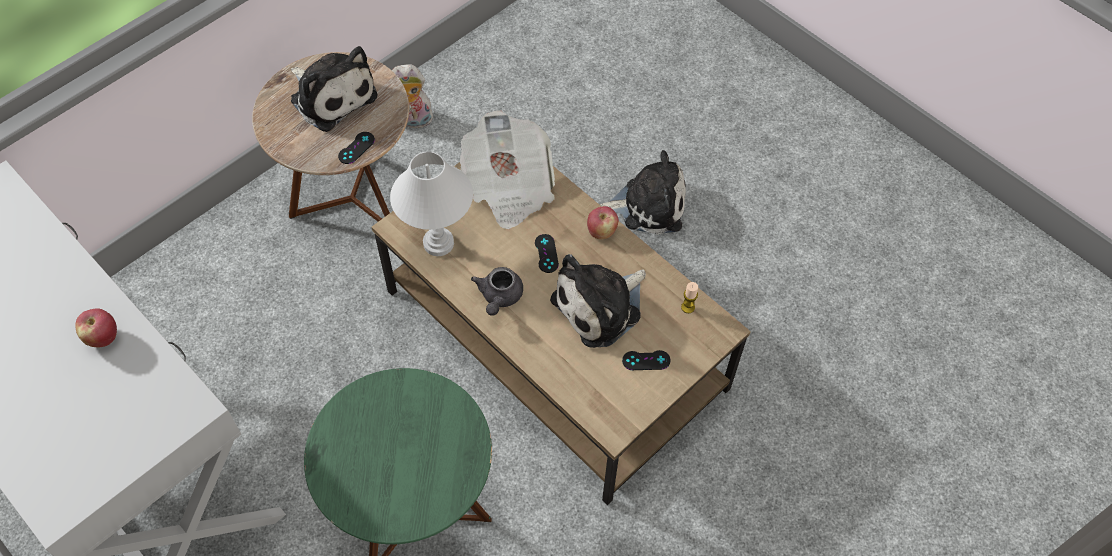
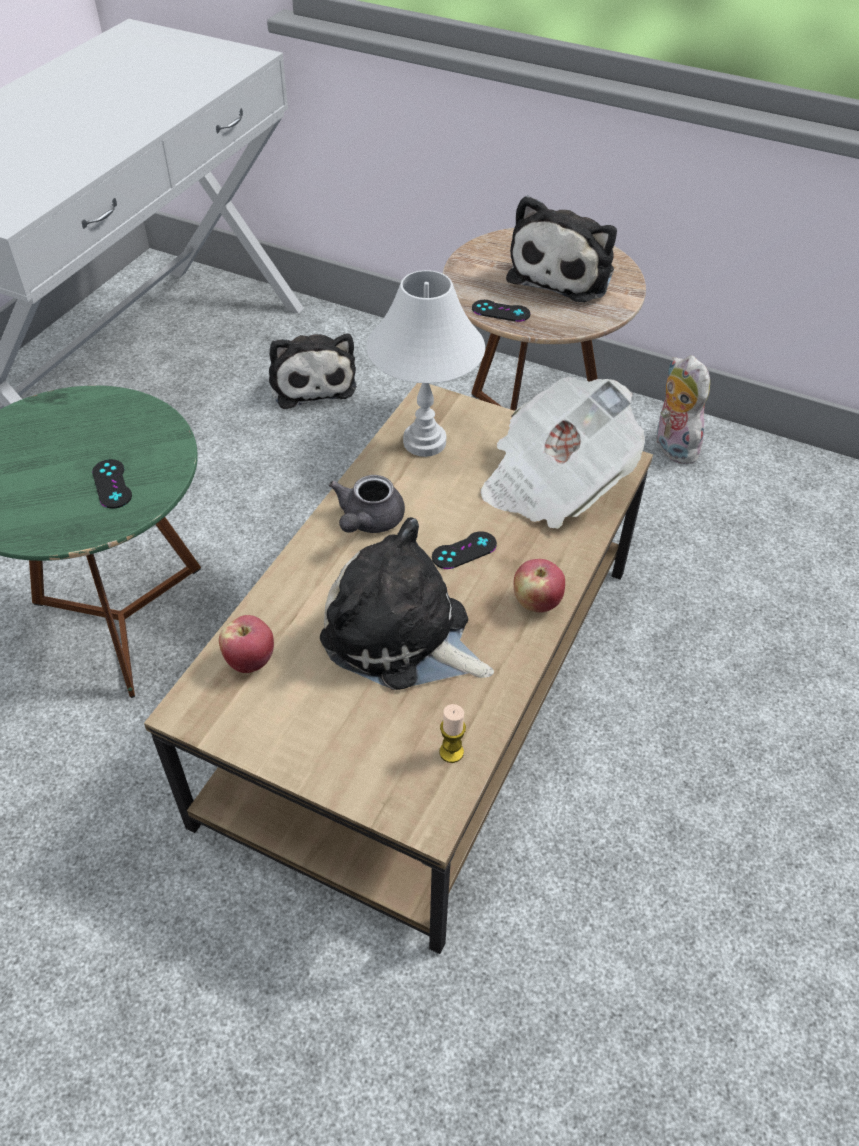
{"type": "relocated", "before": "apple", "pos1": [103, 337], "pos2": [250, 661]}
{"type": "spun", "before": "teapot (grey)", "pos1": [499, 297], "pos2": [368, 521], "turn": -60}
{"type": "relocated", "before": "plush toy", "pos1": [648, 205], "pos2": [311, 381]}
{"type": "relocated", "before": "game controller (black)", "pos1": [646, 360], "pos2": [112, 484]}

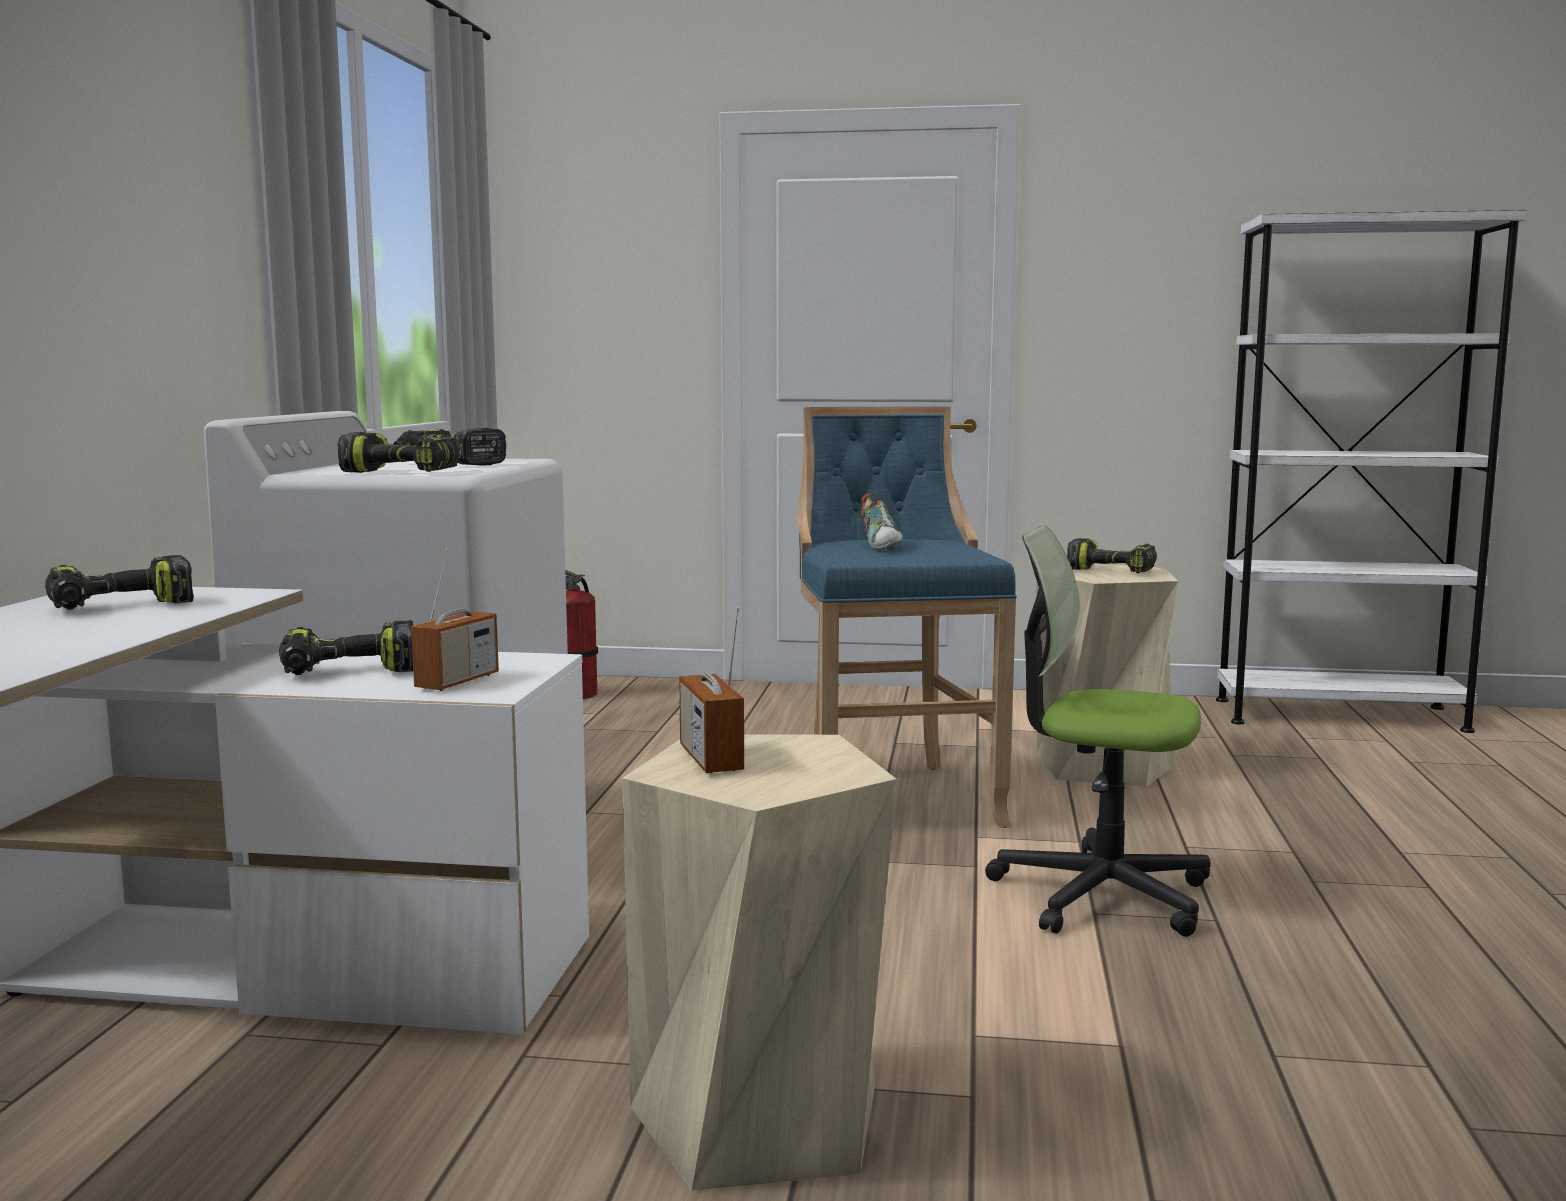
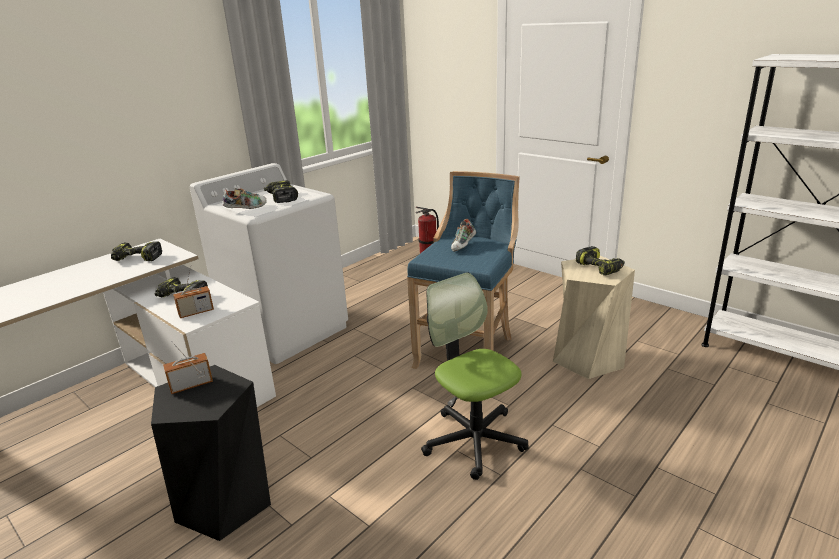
{"type": "exchanged", "before": "power drill", "after": "shoe", "pos1": [405, 472], "pos2": [246, 208]}
{"type": "colour", "before": "stool (beige)", "after": "stool (black)", "pos1": [760, 1118], "pos2": [225, 502]}
{"type": "spun", "before": "radio", "pos1": [711, 759], "pos2": [191, 385], "turn": 45}

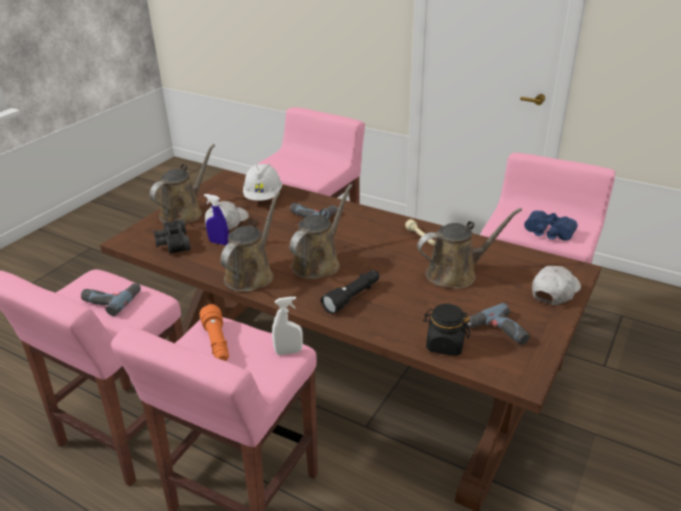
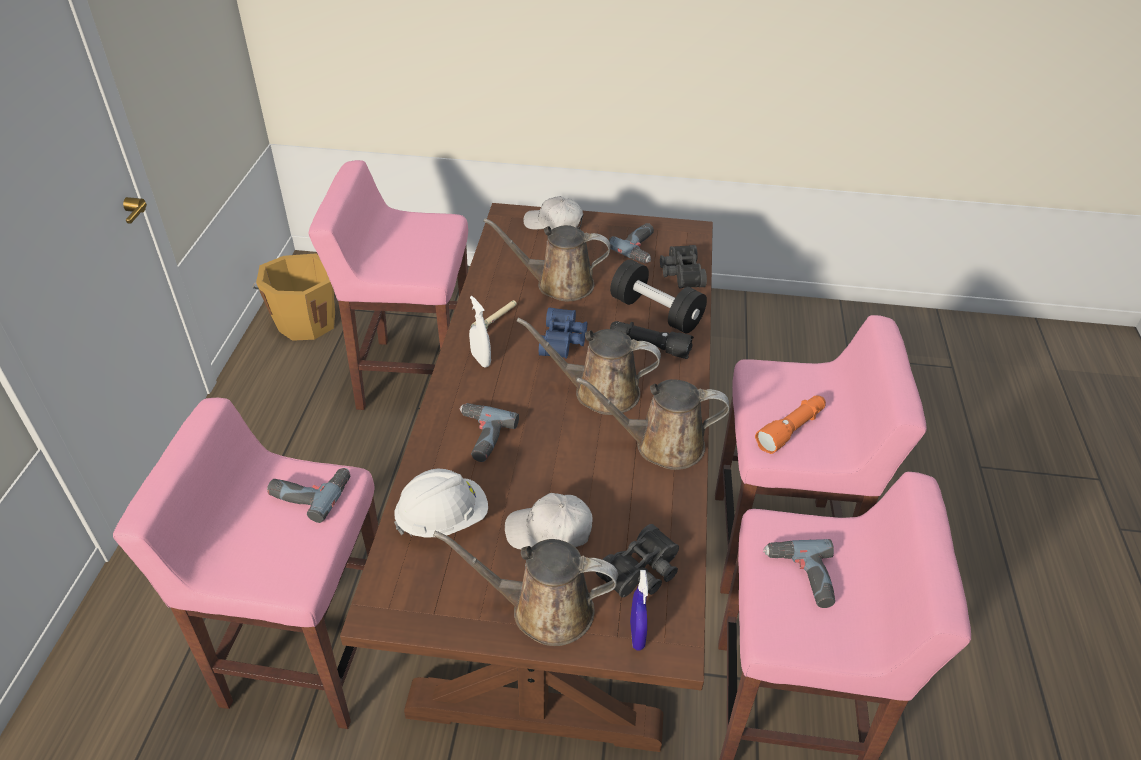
{"type": "relocated", "before": "spray bottle (blue)", "pos1": [219, 242], "pos2": [637, 635]}
{"type": "relocated", "before": "spray bottle (white)", "pos1": [288, 352], "pos2": [481, 360]}
{"type": "spun", "before": "watering can (brown)", "pos1": [456, 273], "pos2": [559, 284], "turn": -45}
{"type": "exchanged", "before": "jar (black)", "after": "binoculars (black)", "pos1": [444, 344], "pos2": [680, 274]}
{"type": "relocated", "before": "binoculars (blue)", "pos1": [548, 233], "pos2": [564, 340]}
{"type": "appeared", "after": "bucket (orange)", "pos2": [307, 321]}
{"type": "appeared", "after": "power drill", "pos2": [310, 492]}
{"type": "appeared", "after": "dumbbell (black)", "pos2": [656, 312]}

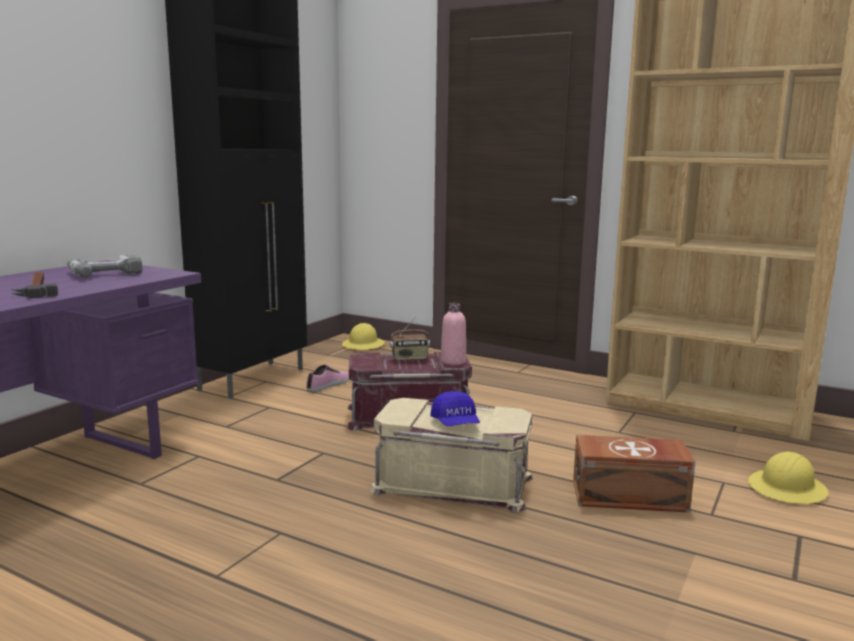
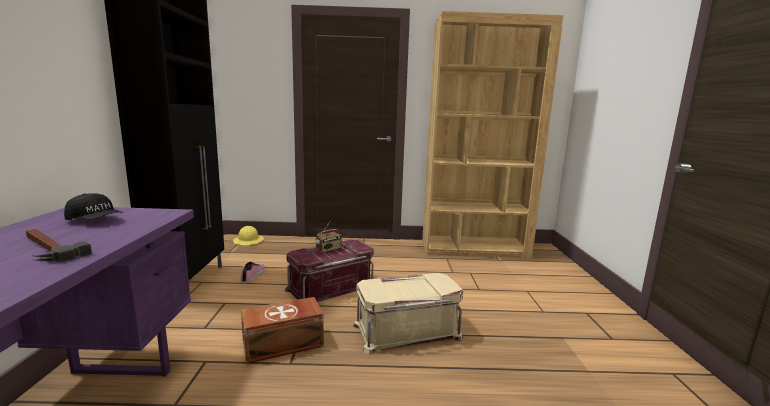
{"type": "exchanged", "before": "power drill", "after": "cap (black)", "pos1": [103, 273], "pos2": [95, 220]}
{"type": "missing", "before": "cap (blue)", "pos1": [455, 424]}
{"type": "missing", "before": "bottle (pink)", "pos1": [453, 361]}
{"type": "relocated", "before": "storage box (brown)", "pos1": [631, 497], "pos2": [284, 344]}
{"type": "missing", "before": "hard hat (yellow)", "pos1": [787, 489]}

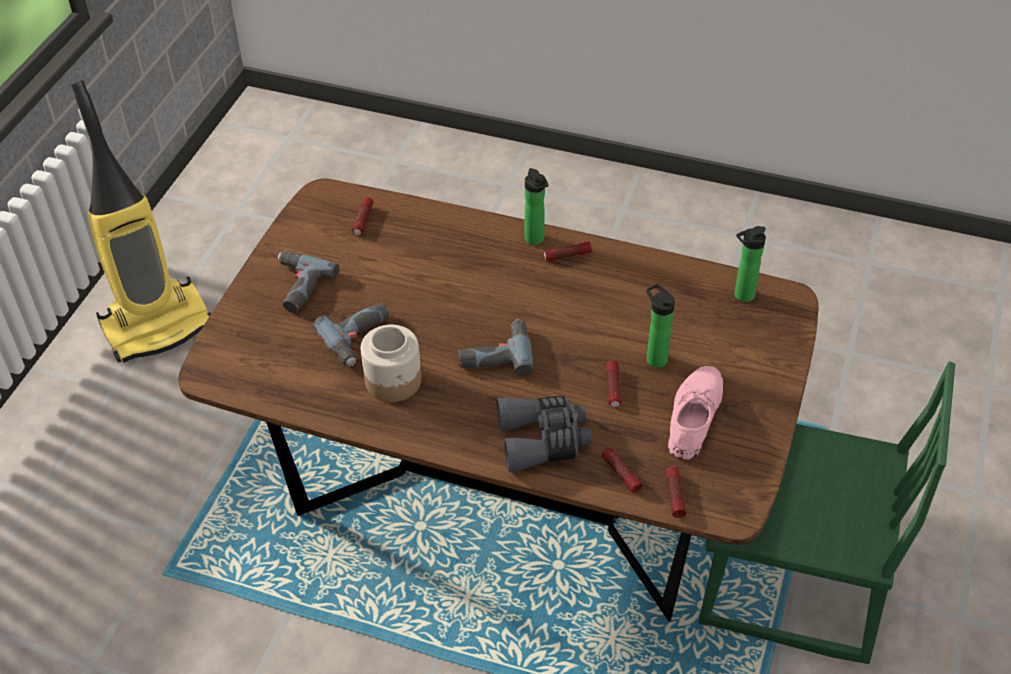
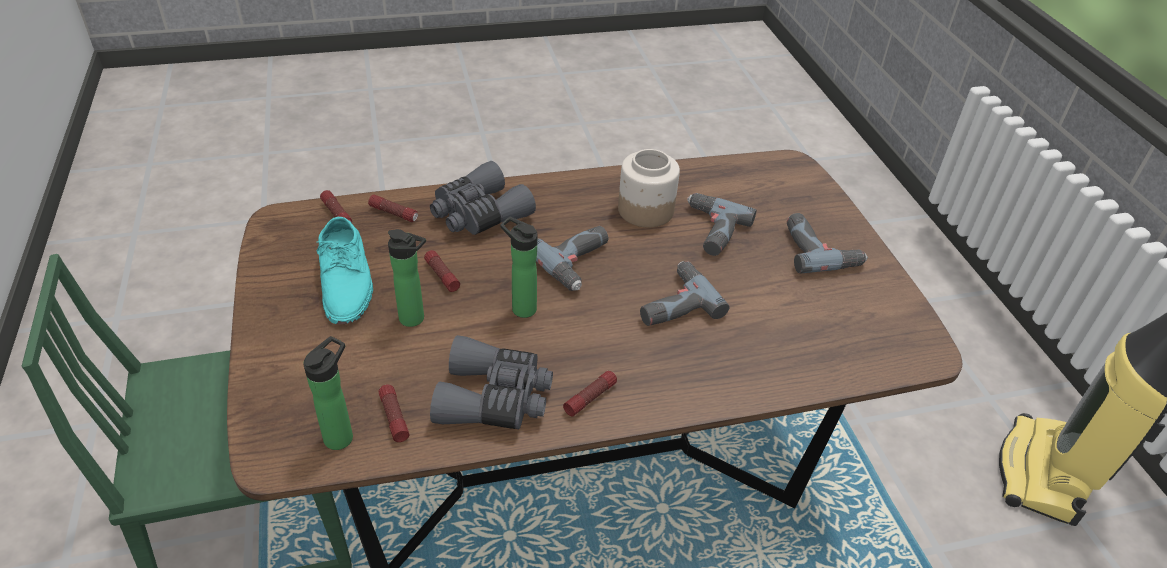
{"type": "relocated", "before": "flashlight", "pos1": [363, 220], "pos2": [394, 417]}
{"type": "relocated", "before": "bottle", "pos1": [535, 241], "pos2": [521, 308]}
{"type": "colour", "before": "shoe (pink)", "after": "shoe (turquoise)", "pos1": [694, 415], "pos2": [347, 281]}
{"type": "appeared", "after": "binoculars (grey)", "pos2": [495, 398]}
{"type": "appeared", "after": "power drill", "pos2": [672, 303]}

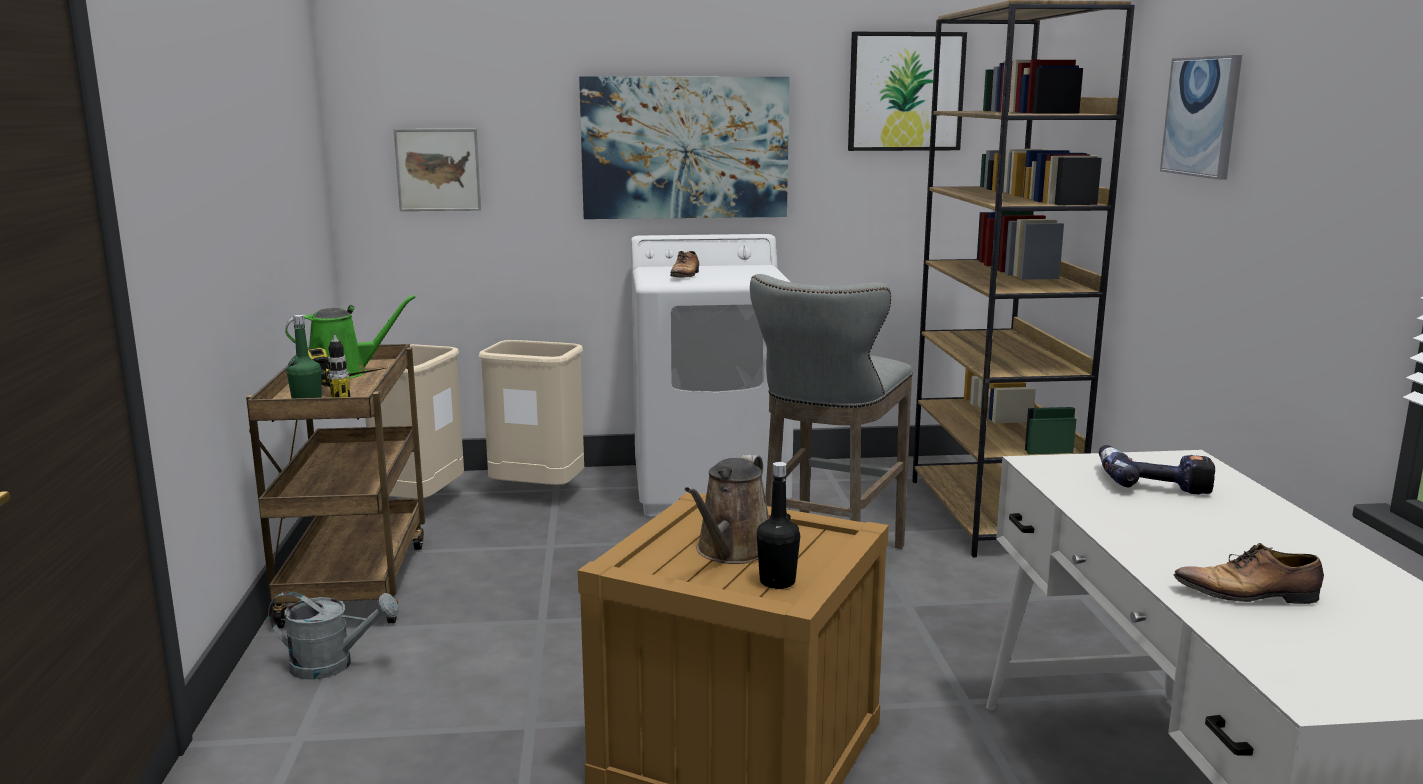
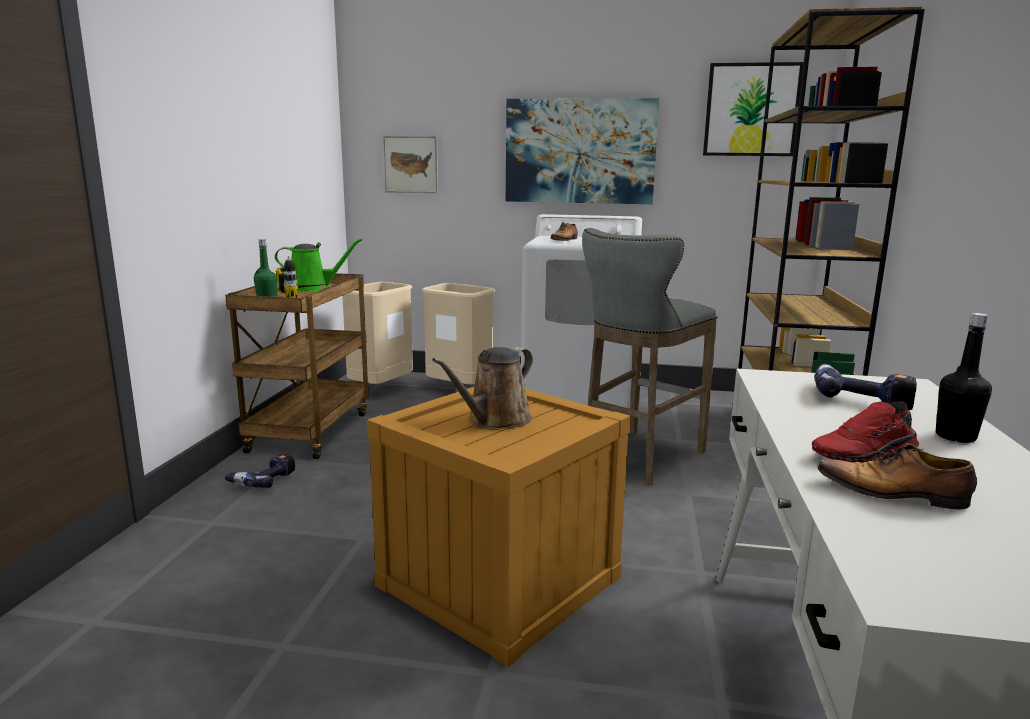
{"type": "exchanged", "before": "watering can (grey)", "after": "power drill", "pos1": [333, 665], "pos2": [263, 480]}
{"type": "relocated", "before": "bottle (black)", "pos1": [777, 582], "pos2": [955, 437]}
{"type": "missing", "before": "picture", "pos1": [1202, 116]}
{"type": "appeared", "after": "shoe (red)", "pos2": [866, 456]}

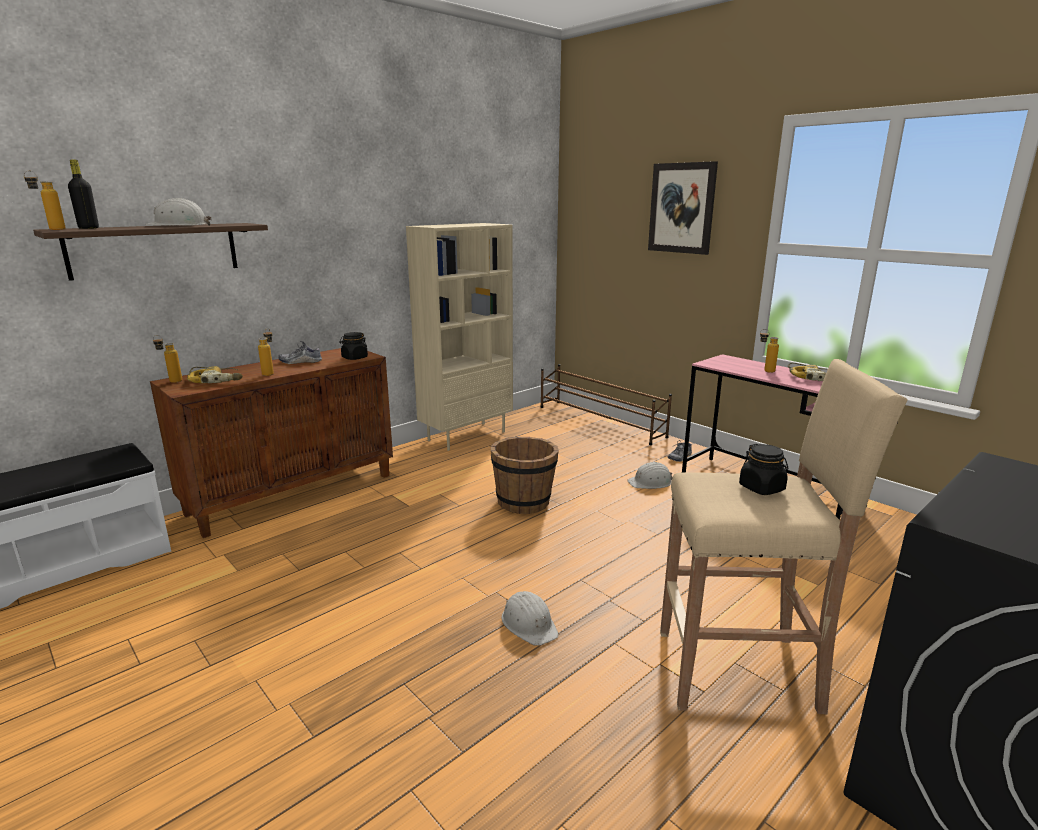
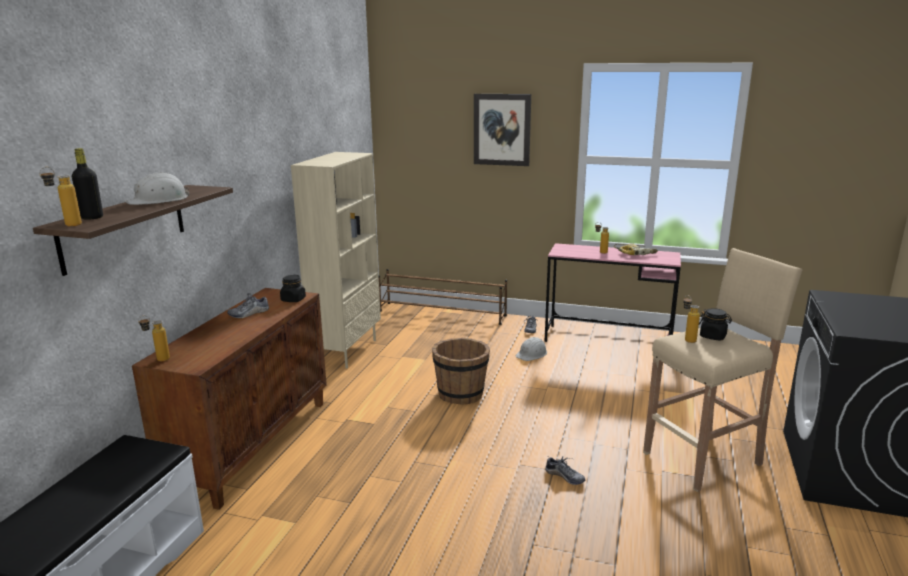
{"type": "missing", "before": "power drill", "pos1": [216, 380]}
{"type": "relocated", "before": "bottle", "pos1": [270, 373], "pos2": [687, 339]}
{"type": "exchanged", "before": "hard hat (white)", "after": "shoe", "pos1": [529, 624], "pos2": [564, 476]}

